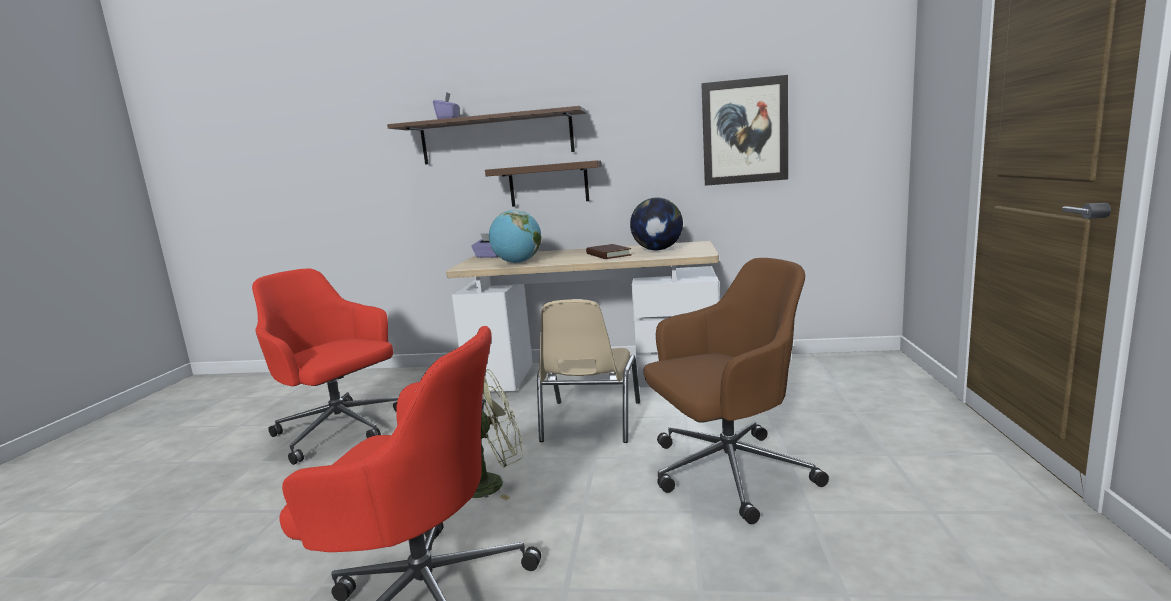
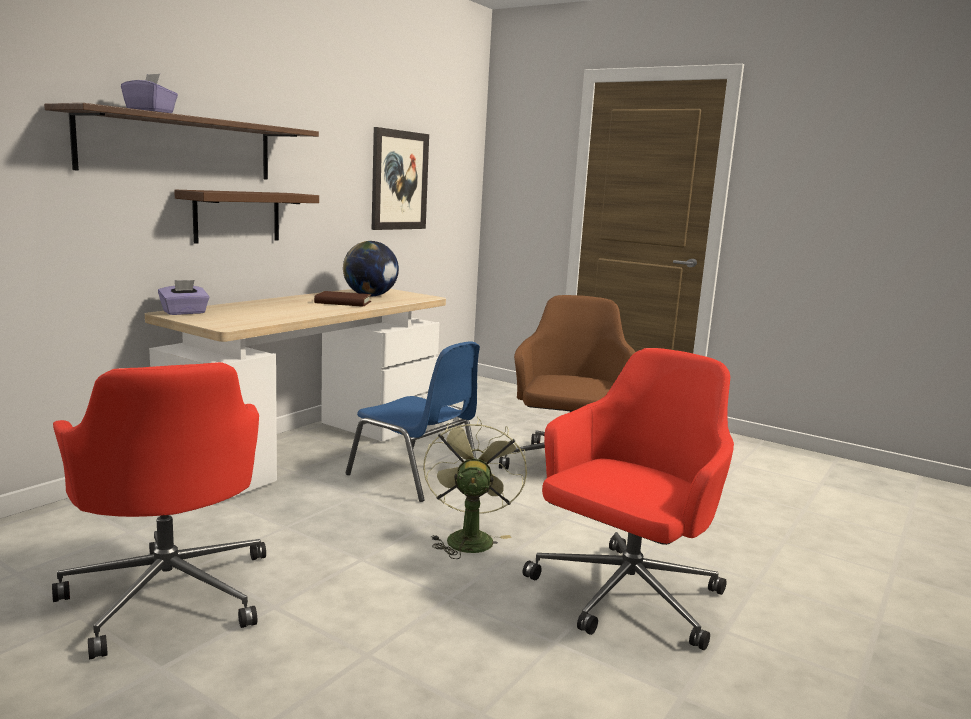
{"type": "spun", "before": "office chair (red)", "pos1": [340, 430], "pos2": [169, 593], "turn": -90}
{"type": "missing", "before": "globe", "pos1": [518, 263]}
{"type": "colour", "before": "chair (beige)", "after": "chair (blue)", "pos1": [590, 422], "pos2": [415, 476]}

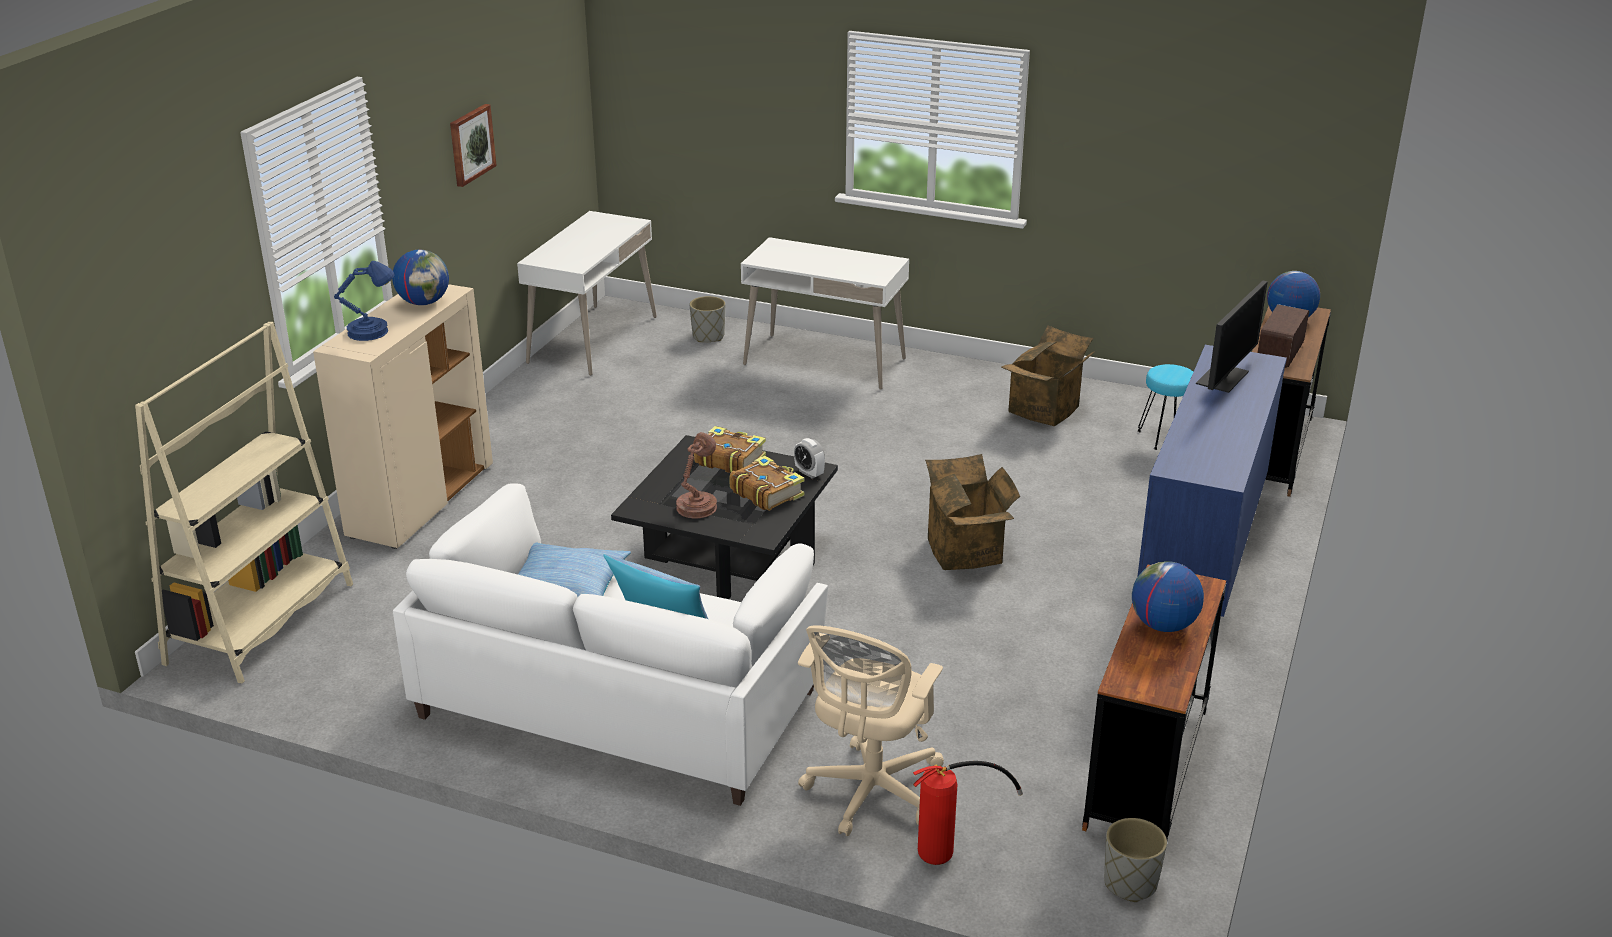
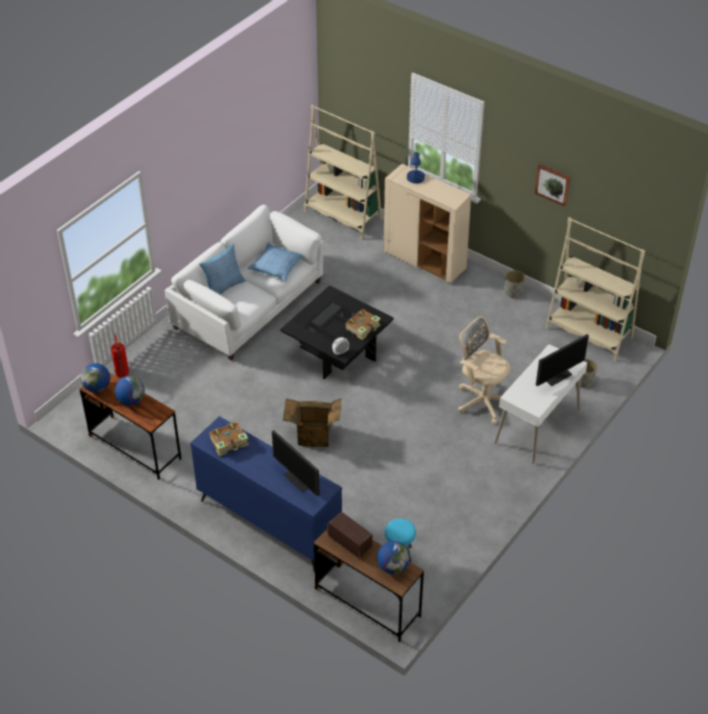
{"type": "relocated", "before": "globe", "pos1": [424, 302], "pos2": [97, 387]}
{"type": "exchanged", "before": "desk (white)", "after": "bookcase (beige)", "pos1": [592, 339], "pos2": [589, 333]}
{"type": "missing", "before": "table lamp (brown)", "pos1": [698, 505]}
{"type": "relocated", "before": "book", "pos1": [766, 492], "pos2": [229, 442]}
{"type": "relocated", "before": "office chair (beige)", "pos1": [870, 793], "pos2": [481, 400]}
{"type": "missing", "before": "cardboard box", "pos1": [1046, 411]}
{"type": "relocated", "before": "planter (grey)", "pos1": [1130, 883], "pos2": [514, 292]}
{"type": "appeared", "after": "monitor", "pos2": [556, 375]}

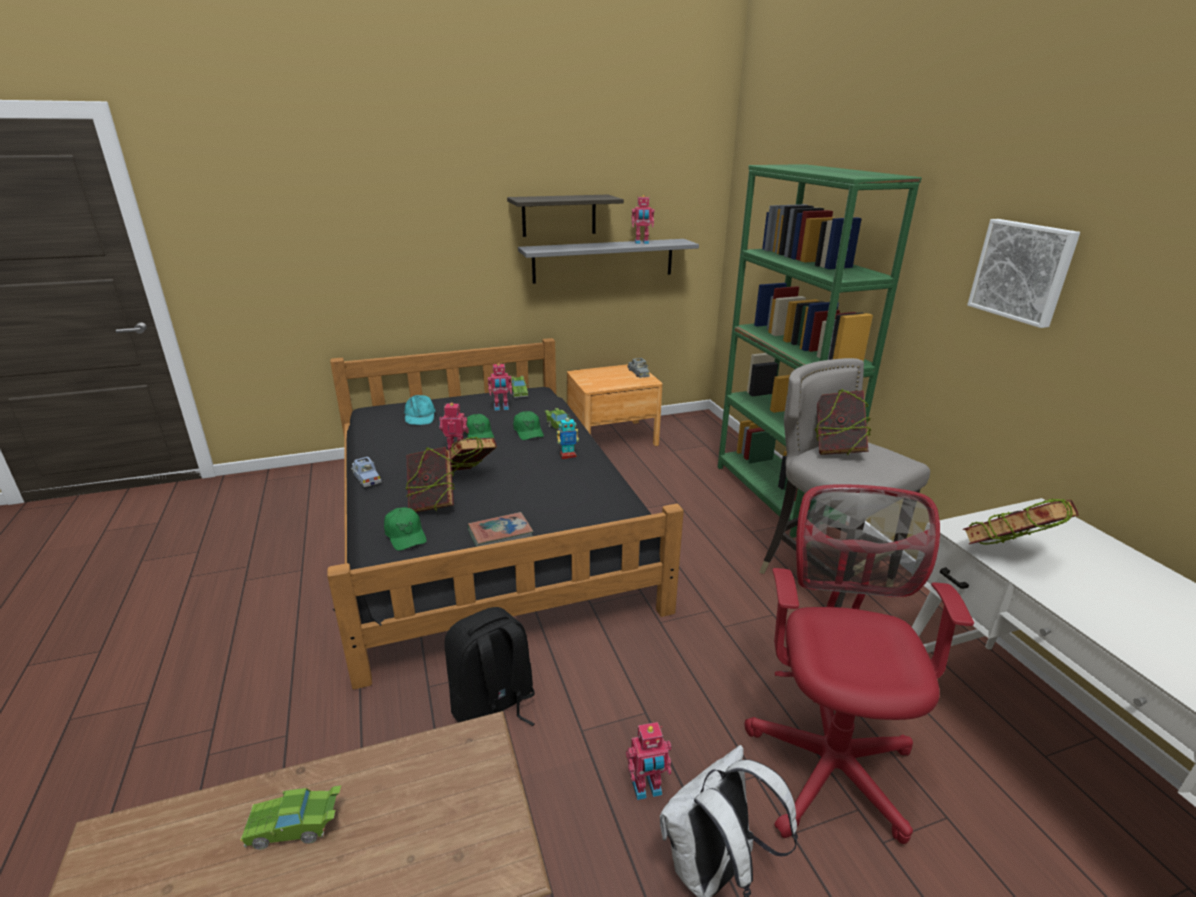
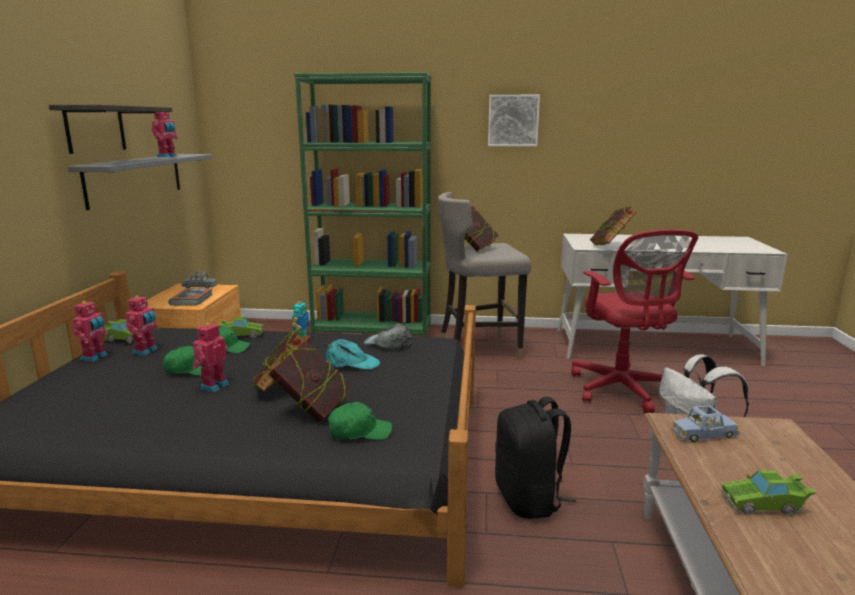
{"type": "spun", "before": "toy car (green)", "pos1": [297, 826], "pos2": [764, 505], "turn": 75}
{"type": "relocated", "before": "toy car (blue)", "pos1": [366, 478], "pos2": [703, 434]}
{"type": "relocated", "before": "cap (turquoise)", "pos1": [420, 416], "pos2": [352, 363]}
{"type": "relocated", "before": "book", "pos1": [500, 534], "pos2": [191, 300]}
{"type": "relocated", "before": "toy robot", "pos1": [647, 789], "pos2": [95, 357]}
{"type": "spun", "before": "office chair (red)", "pos1": [829, 760], "pos2": [622, 391], "turn": -135}
{"type": "appeared", "after": "cap (grey)", "pos2": [388, 343]}

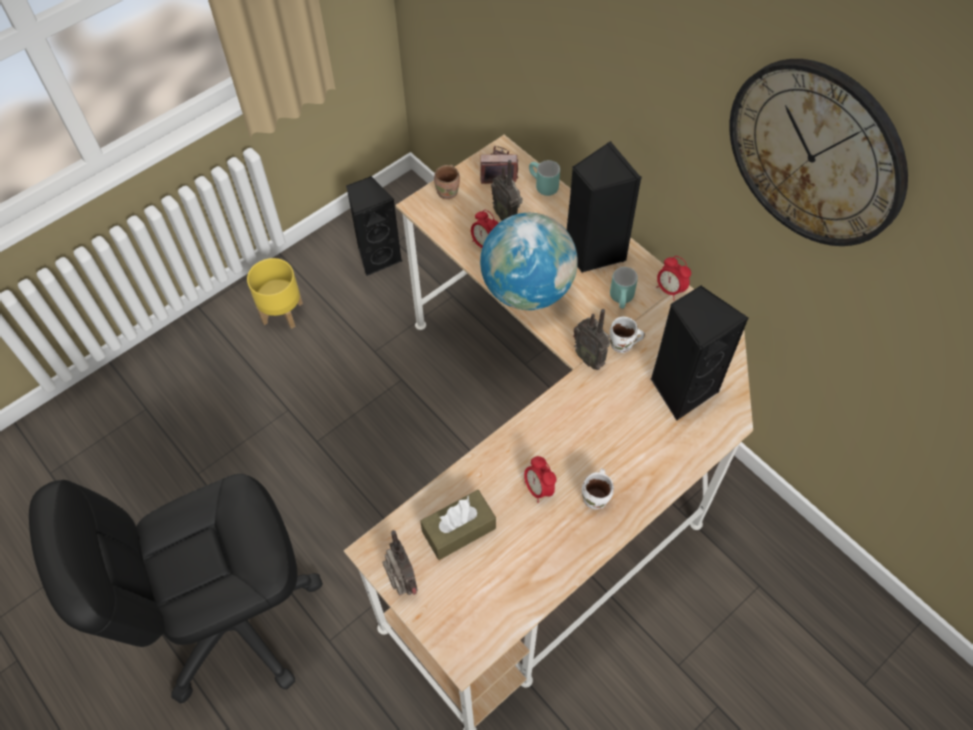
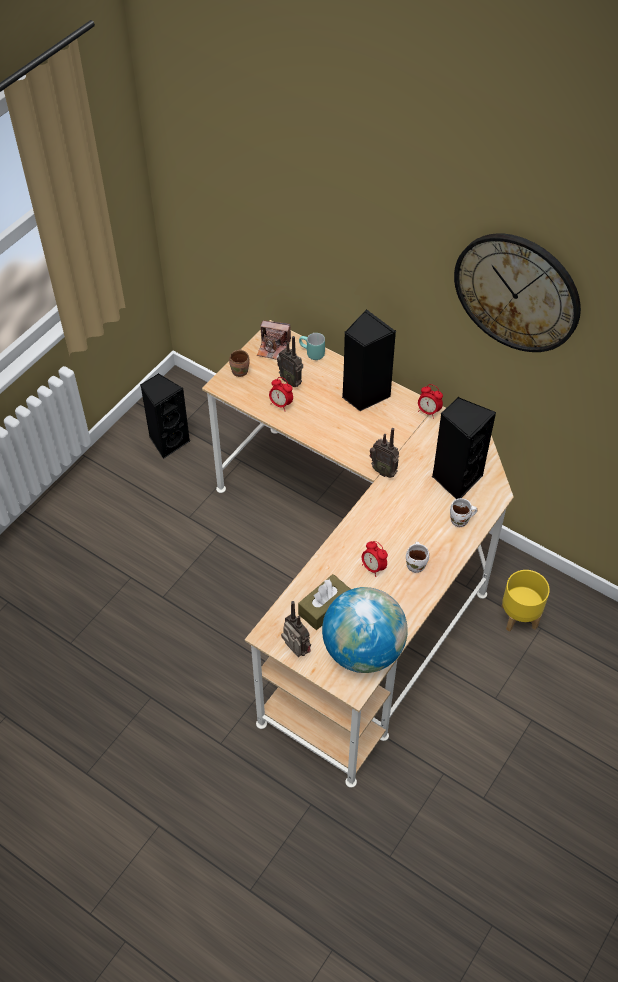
{"type": "missing", "before": "office chair (black)", "pos1": [235, 618]}
{"type": "relocated", "before": "planter (yellow)", "pos1": [283, 313], "pos2": [520, 616]}
{"type": "spun", "before": "photo camera", "pos1": [497, 170], "pos2": [273, 348], "turn": -150}
{"type": "relocated", "before": "globe", "pos1": [527, 290], "pos2": [363, 650]}
{"type": "missing", "before": "mug (turquoise)", "pos1": [623, 300]}
{"type": "relocated", "before": "mug (white)", "pos1": [622, 346], "pos2": [460, 521]}

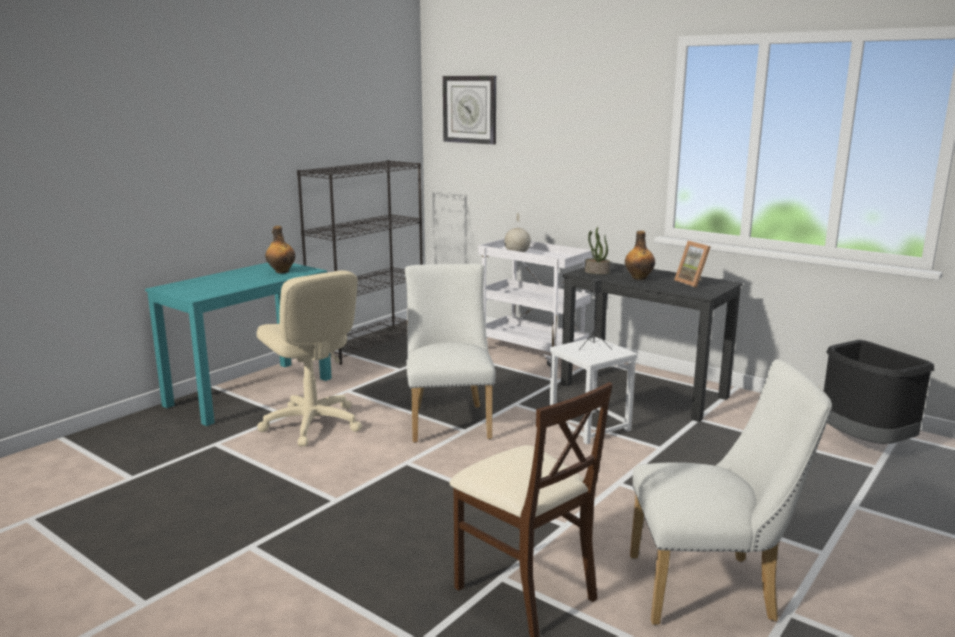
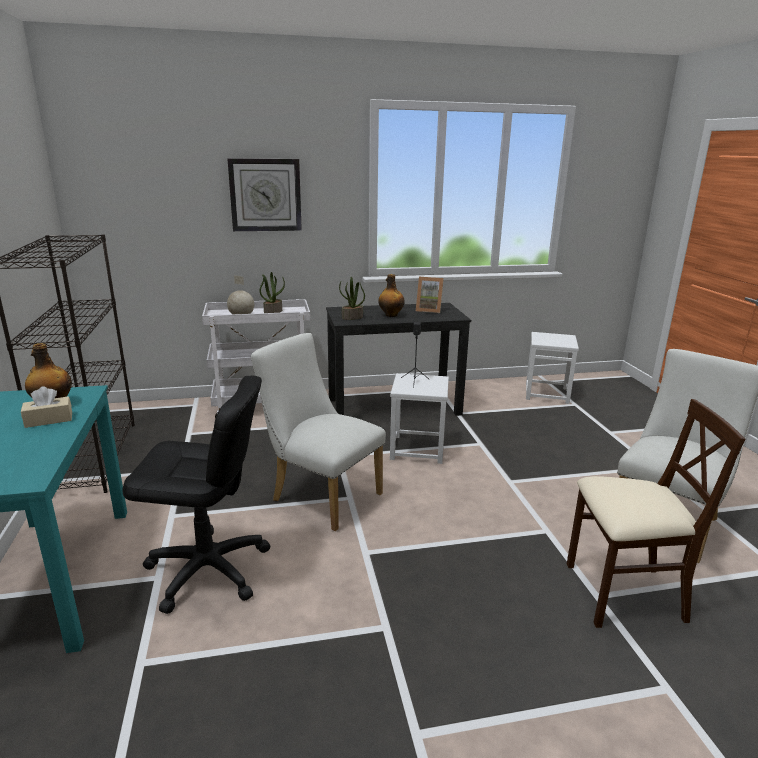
{"type": "colour", "before": "office chair (beige)", "after": "office chair (black)", "pos1": [312, 424], "pos2": [208, 570]}
{"type": "relocated", "before": "wall clock", "pos1": [470, 109], "pos2": [265, 195]}
{"type": "exchanged", "before": "trash can (black)", "after": "stool (white)", "pos1": [863, 444], "pos2": [547, 393]}
{"type": "appeared", "after": "tissue box (beige)", "pos2": [49, 420]}
{"type": "appeared", "after": "potted plant", "pos2": [273, 311]}

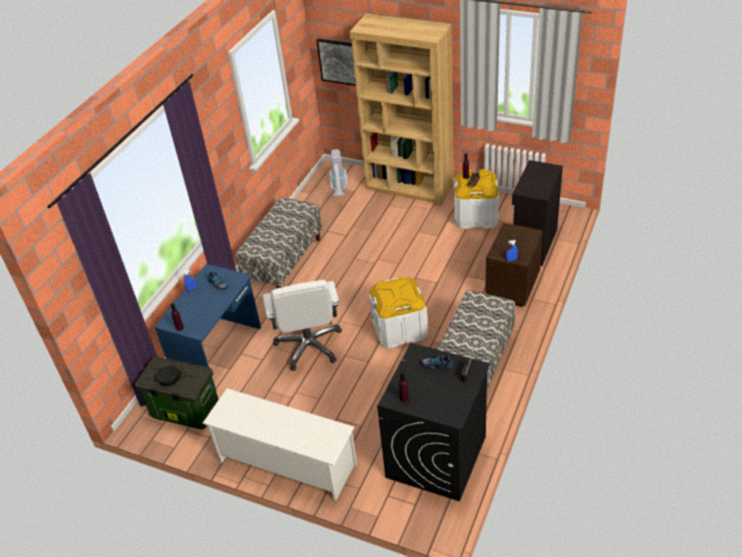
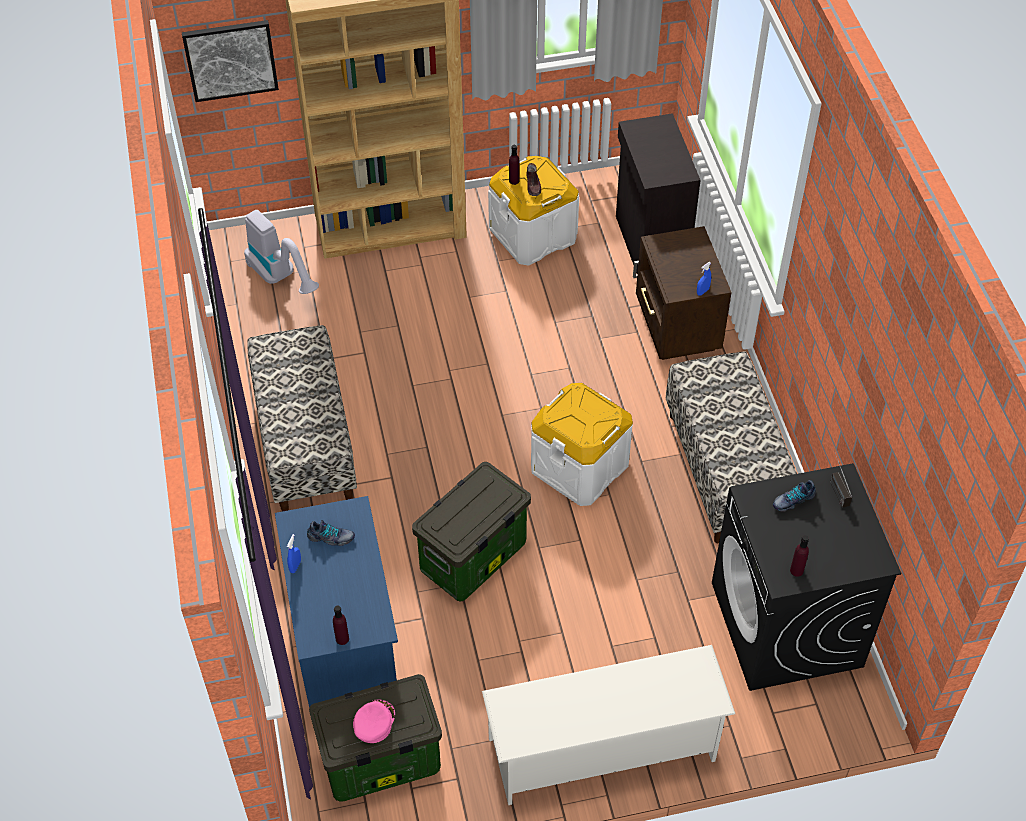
{"type": "colour", "before": "cap (black)", "after": "cap (pink)", "pos1": [171, 377], "pos2": [373, 722]}
{"type": "exchanged", "before": "office chair (white)", "after": "storage box", "pos1": [309, 345], "pos2": [473, 559]}

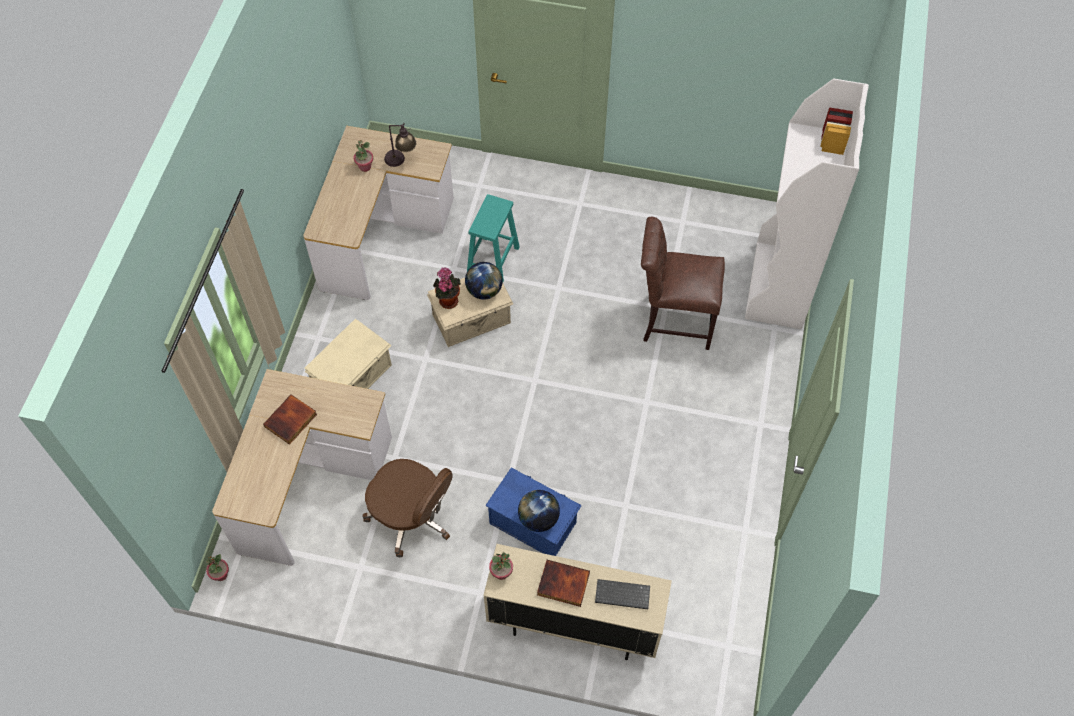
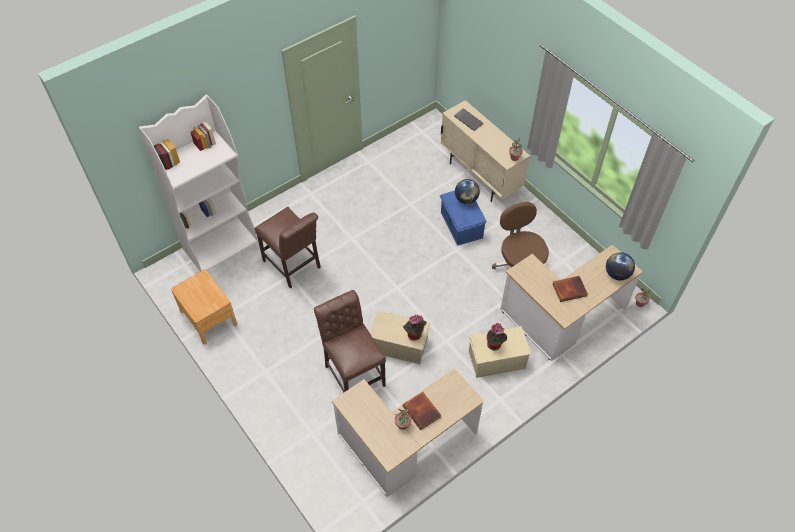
{"type": "missing", "before": "table lamp", "pos1": [401, 161]}
{"type": "relocated", "before": "globe", "pos1": [484, 291], "pos2": [617, 274]}
{"type": "exchanged", "before": "stool (turquoise)", "after": "chair (brown)", "pos1": [493, 260], "pos2": [353, 372]}
{"type": "relocated", "before": "book", "pos1": [562, 585], "pos2": [422, 411]}
{"type": "appeared", "after": "nightstand (brown)", "pos2": [208, 317]}
{"type": "appeared", "after": "potted plant", "pos2": [495, 345]}

